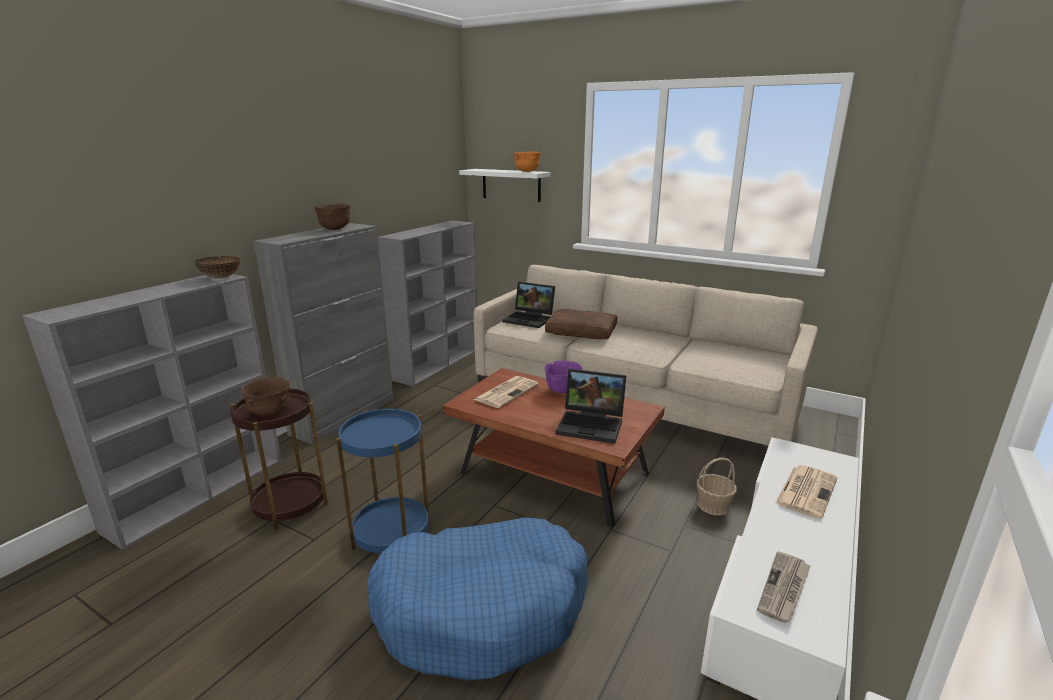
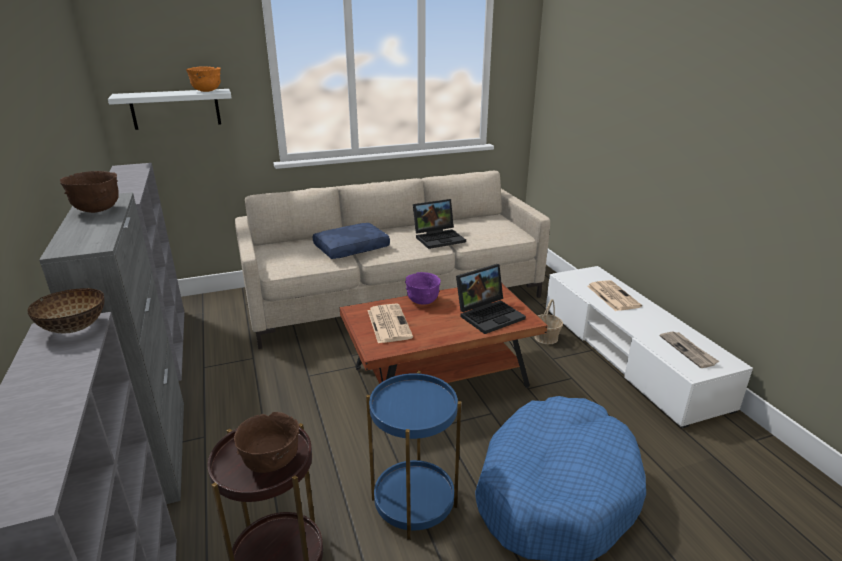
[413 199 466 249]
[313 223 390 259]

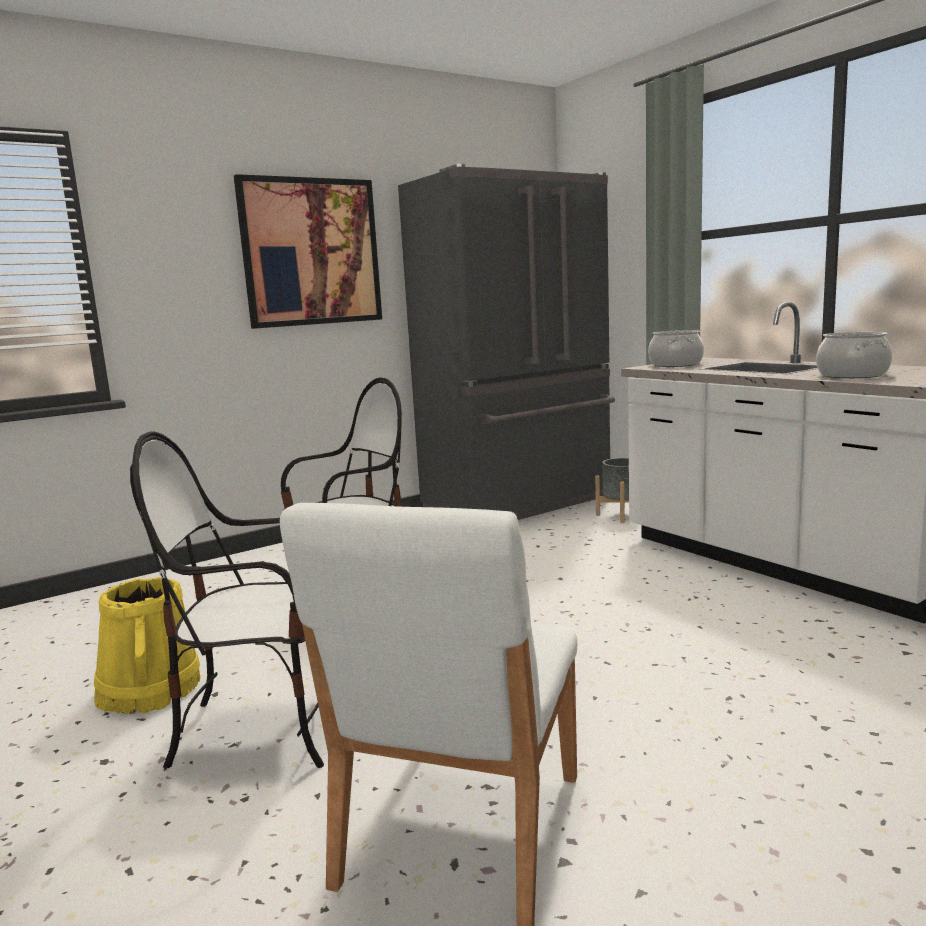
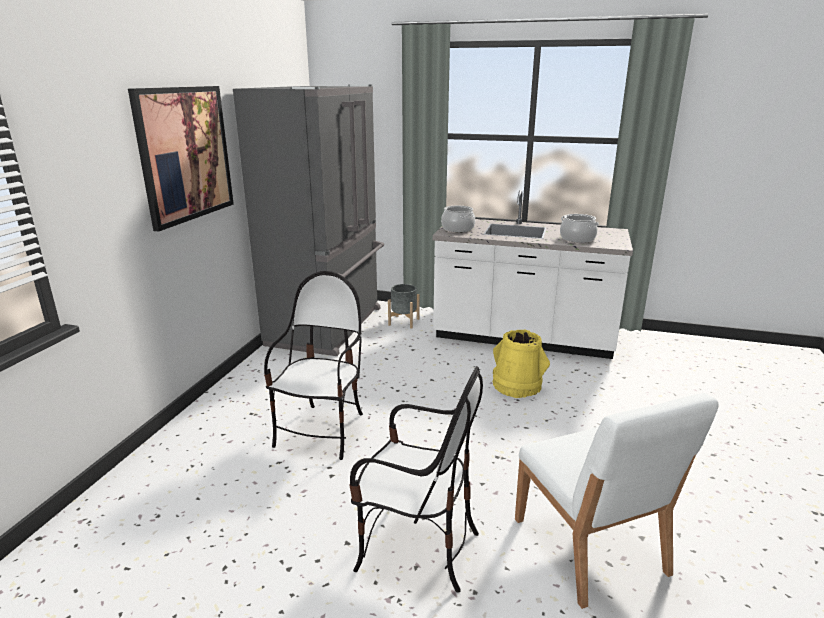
[493 330 550 398]
[349 366 483 593]

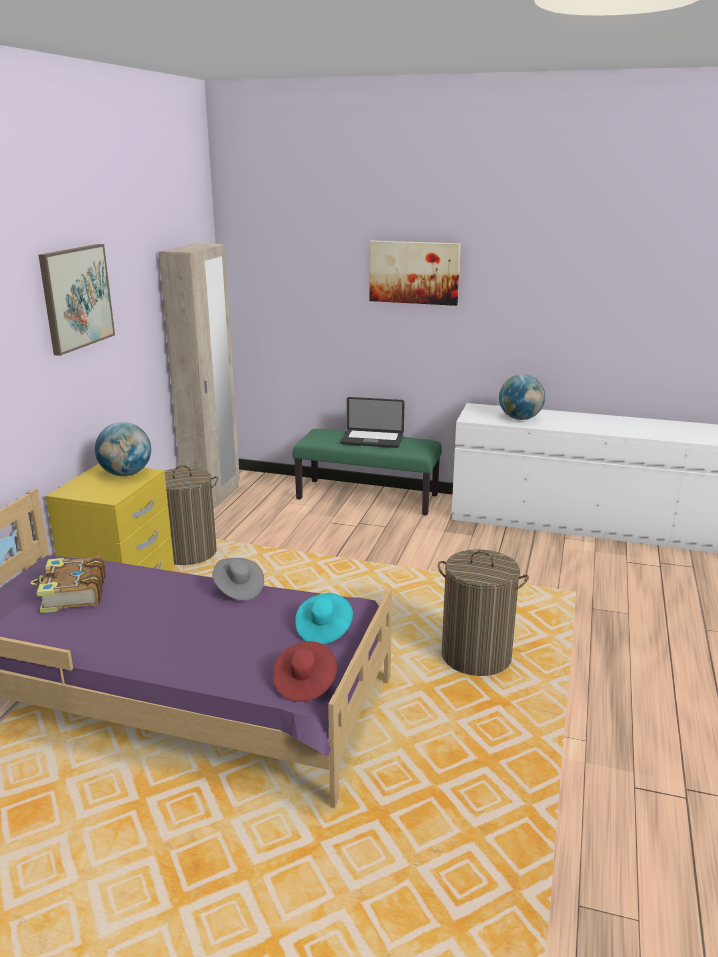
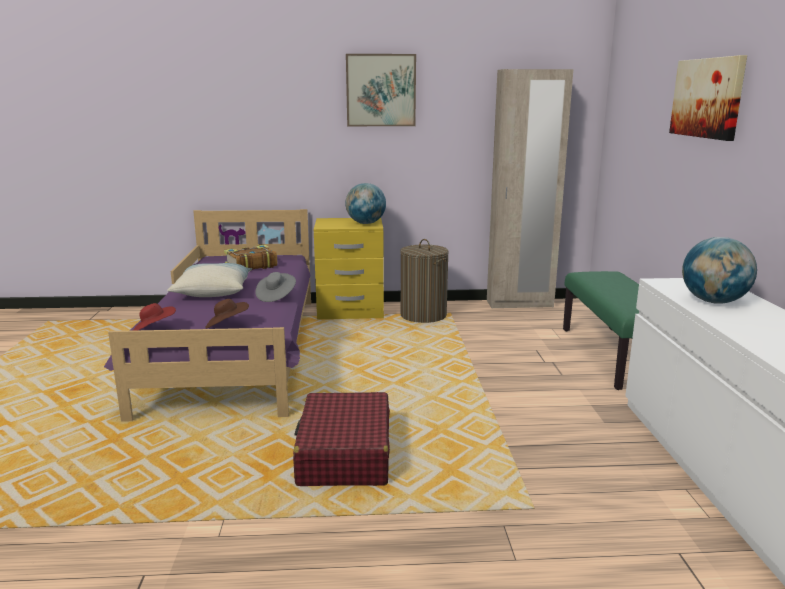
[205 299 249 329]
[341 397 405 448] (first image)
[293 392 390 486]
[167 263 252 297]

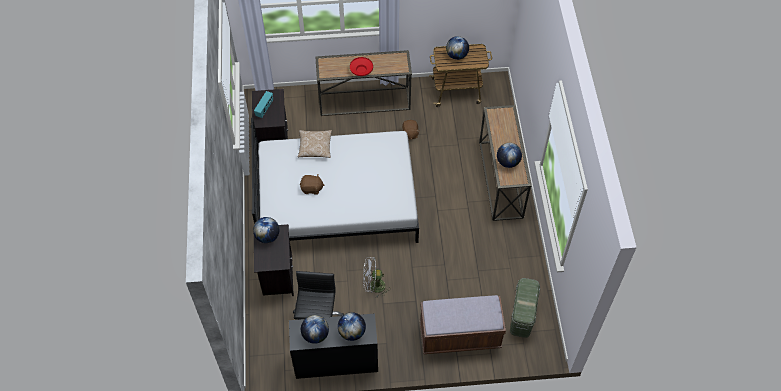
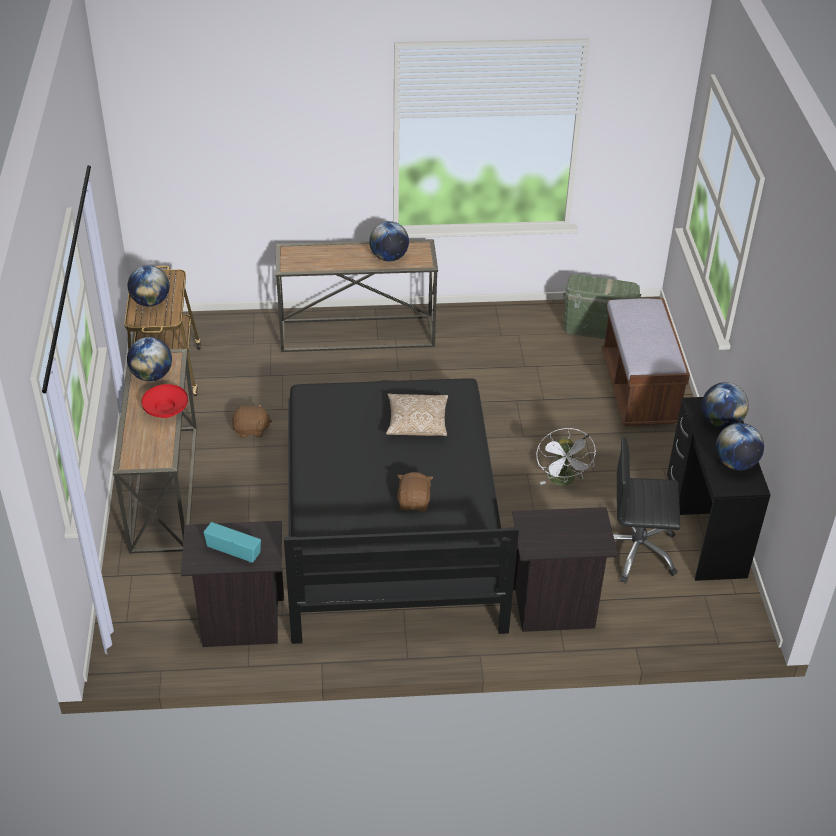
[284 379 519 644]
[127 337 172 381]
[386 393 448 436]

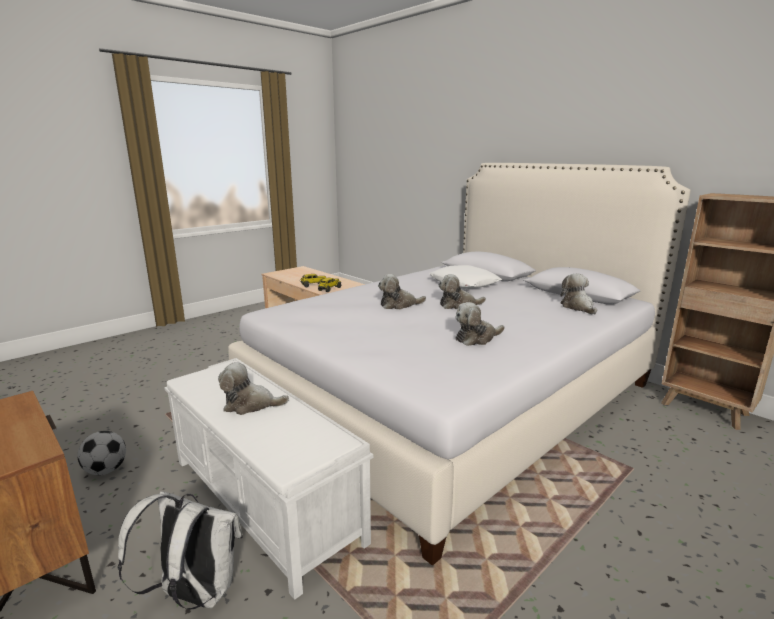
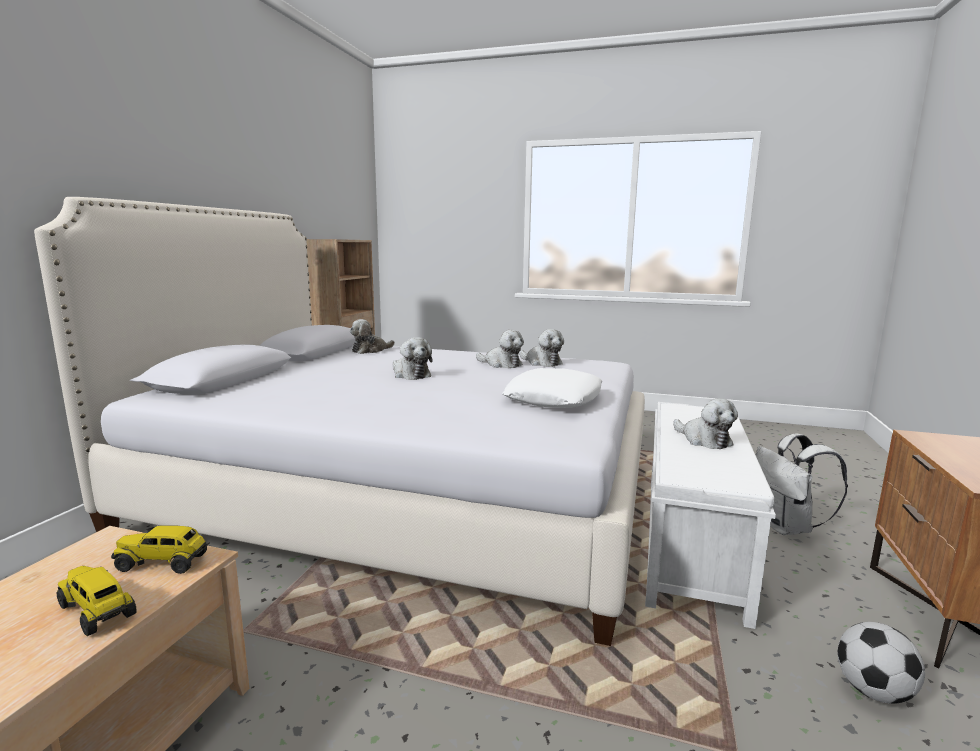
[520 329 564 367]
[502 368 602 408]

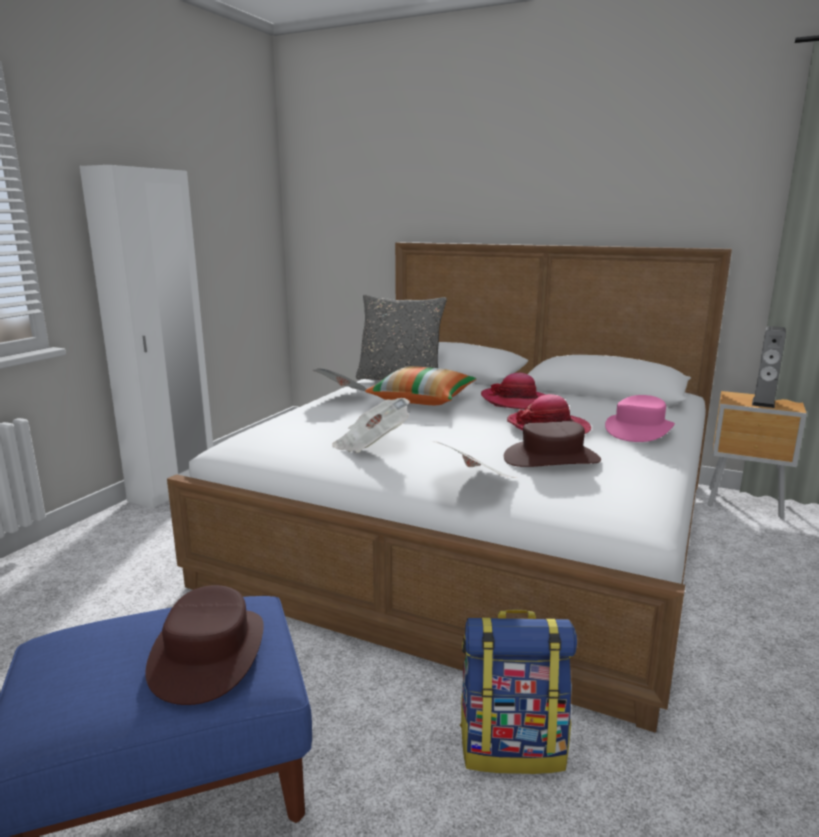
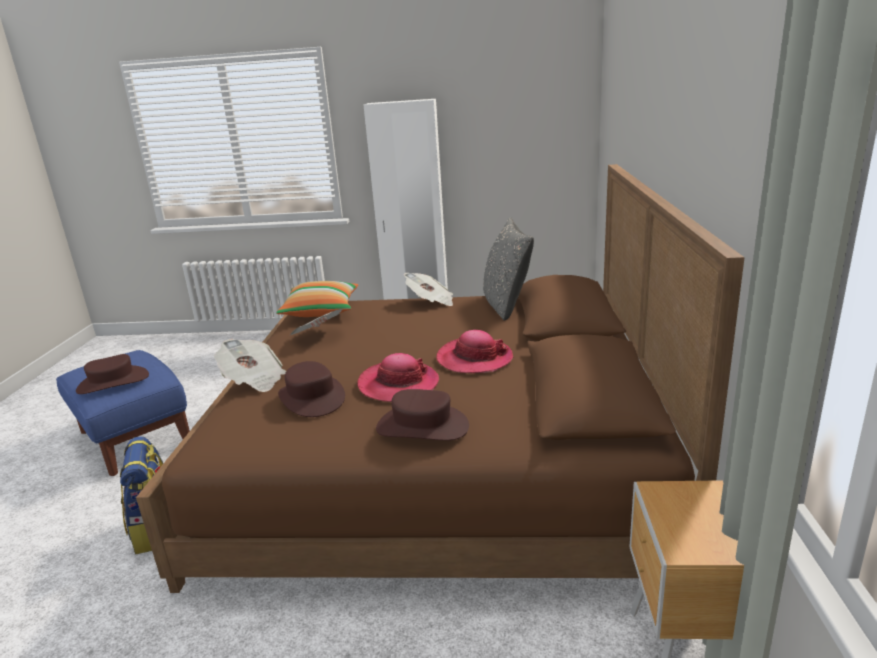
[136 164 745 593]
[276 281 358 317]
[376 389 469 441]
[752 326 786 408] (first image)

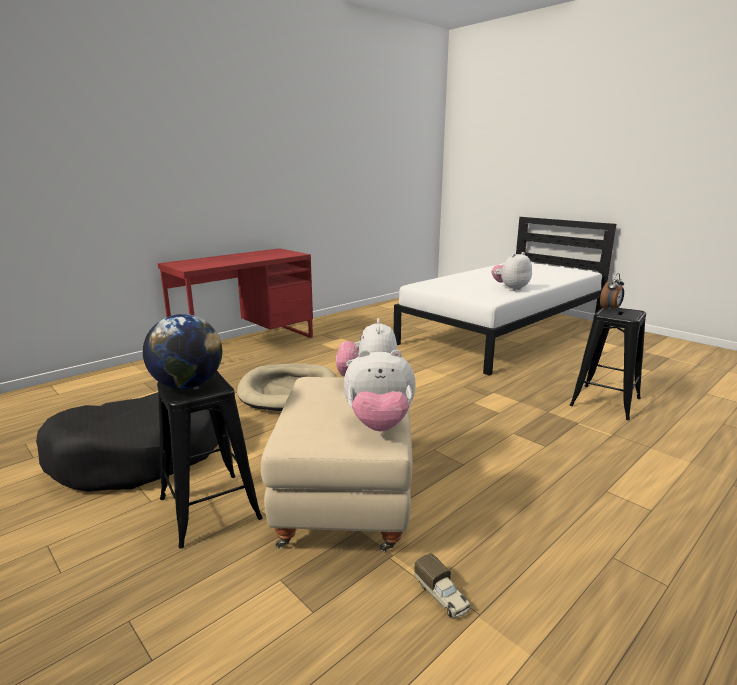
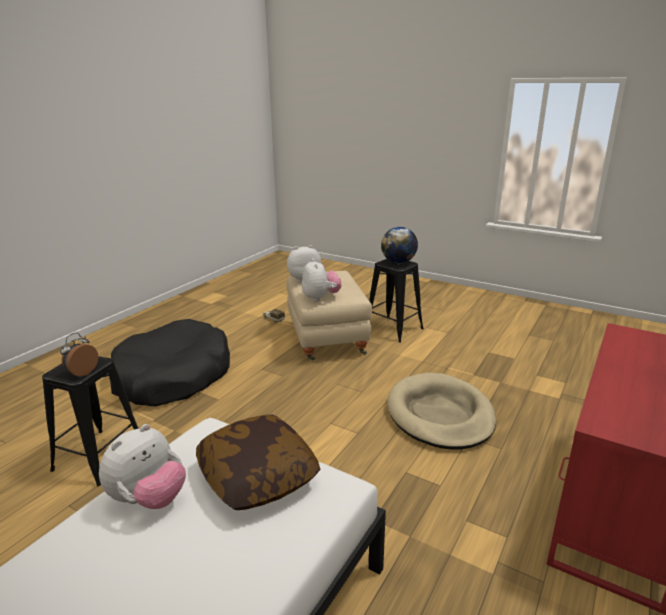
[109 319 230 406]
[196 415 320 510]

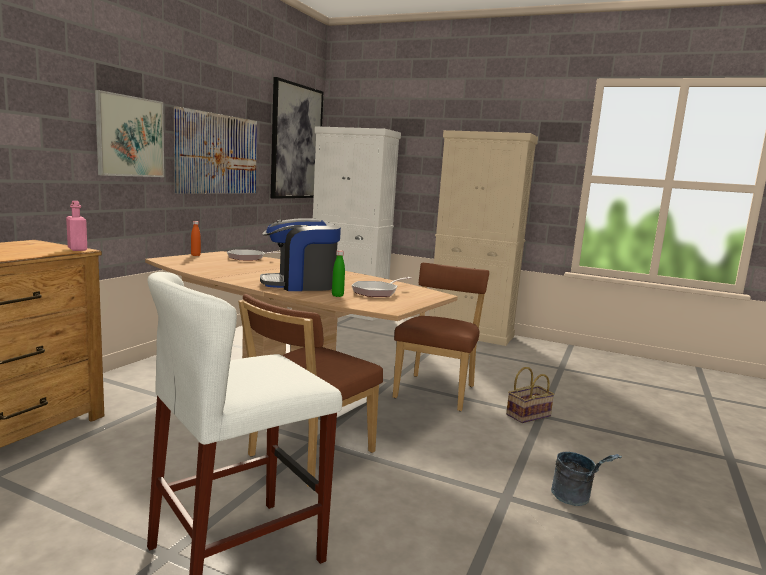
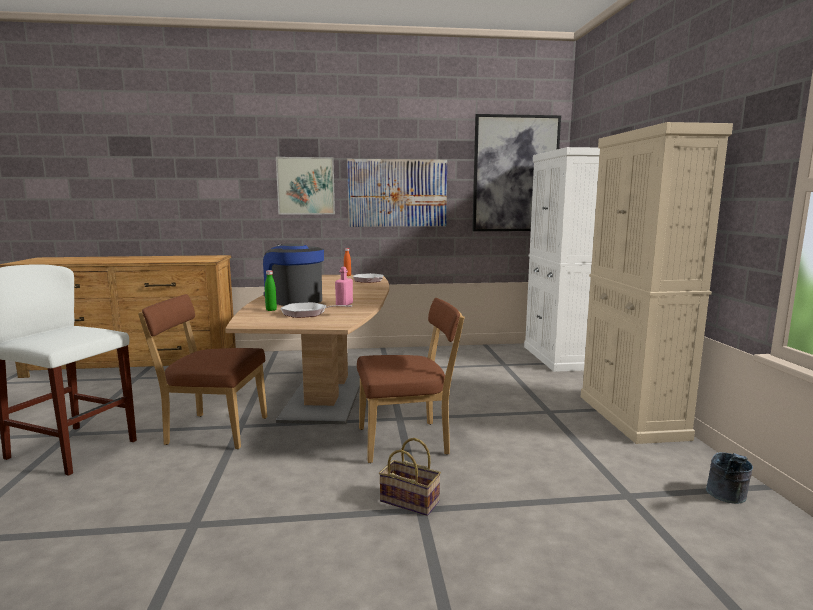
[335 267 353 305]
[706 452 753 504]

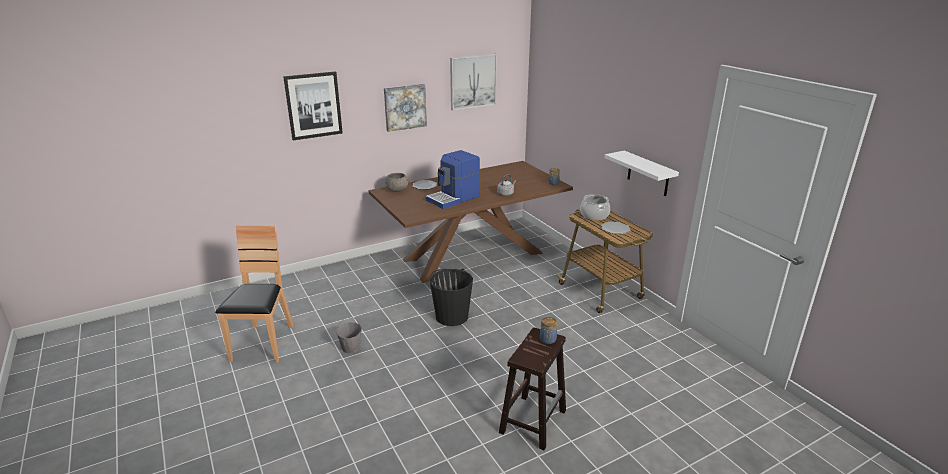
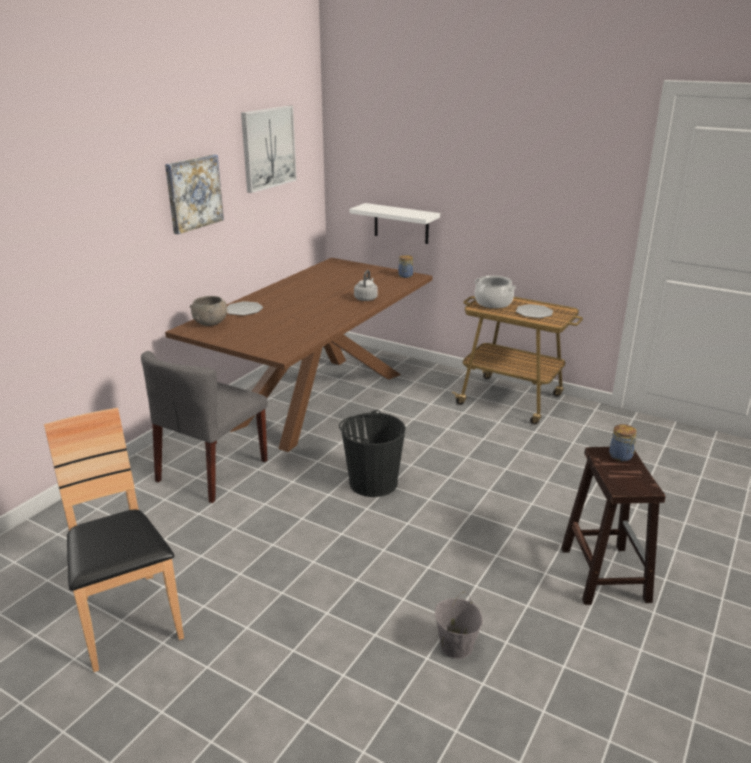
[283 71 343 140] (first image)
[435 592 483 659]
[426 150 480 209] (first image)
[350 203 440 244]
[141 351 268 503]

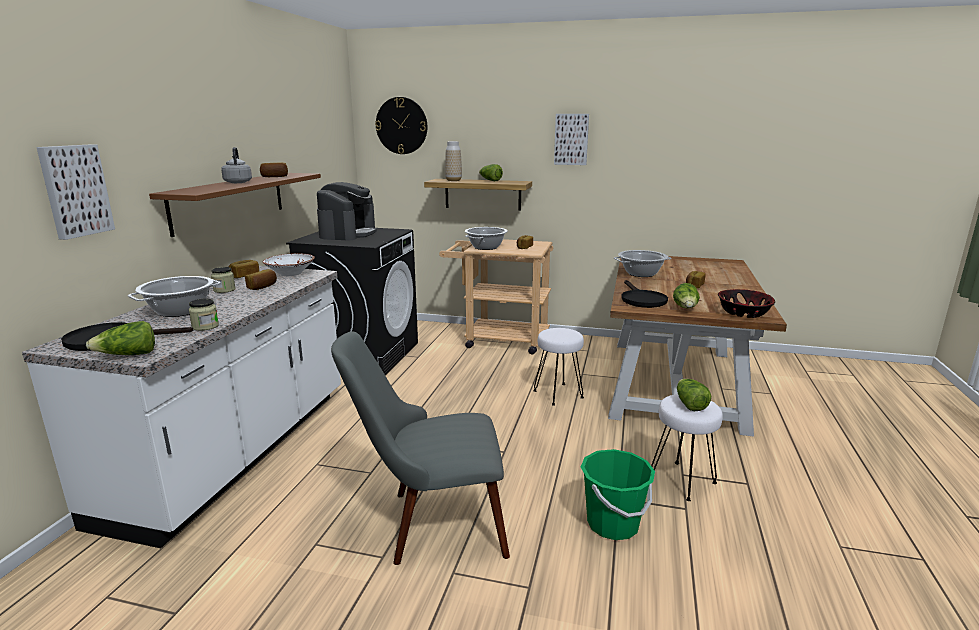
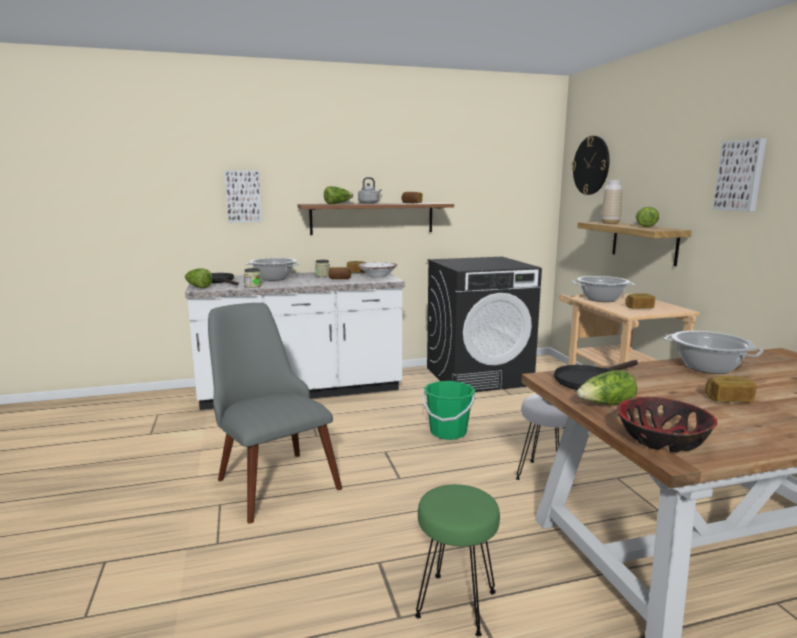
[317 182 377 241] (first image)
[423 381 475 440]
[415 484 500 636]
[324 186 353 204]

